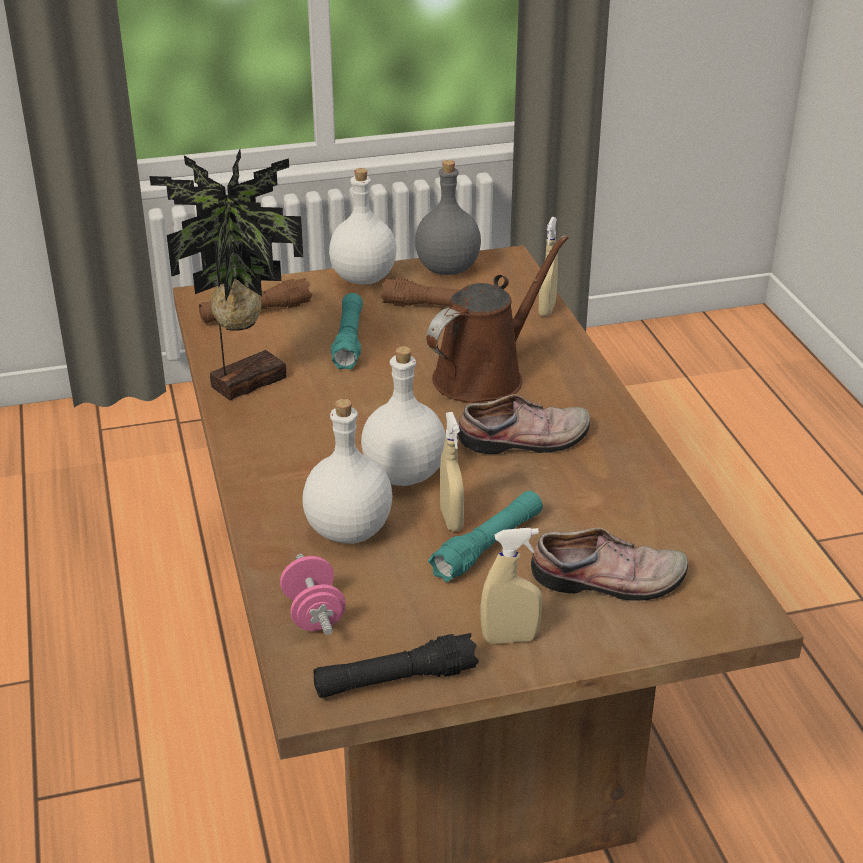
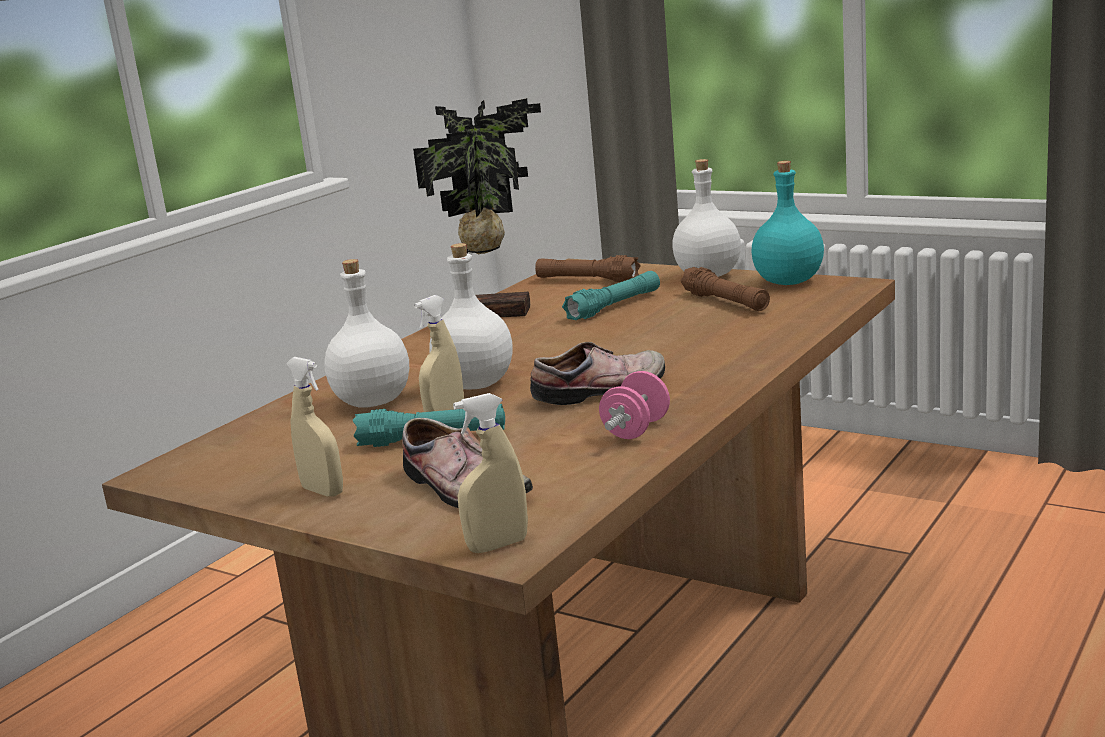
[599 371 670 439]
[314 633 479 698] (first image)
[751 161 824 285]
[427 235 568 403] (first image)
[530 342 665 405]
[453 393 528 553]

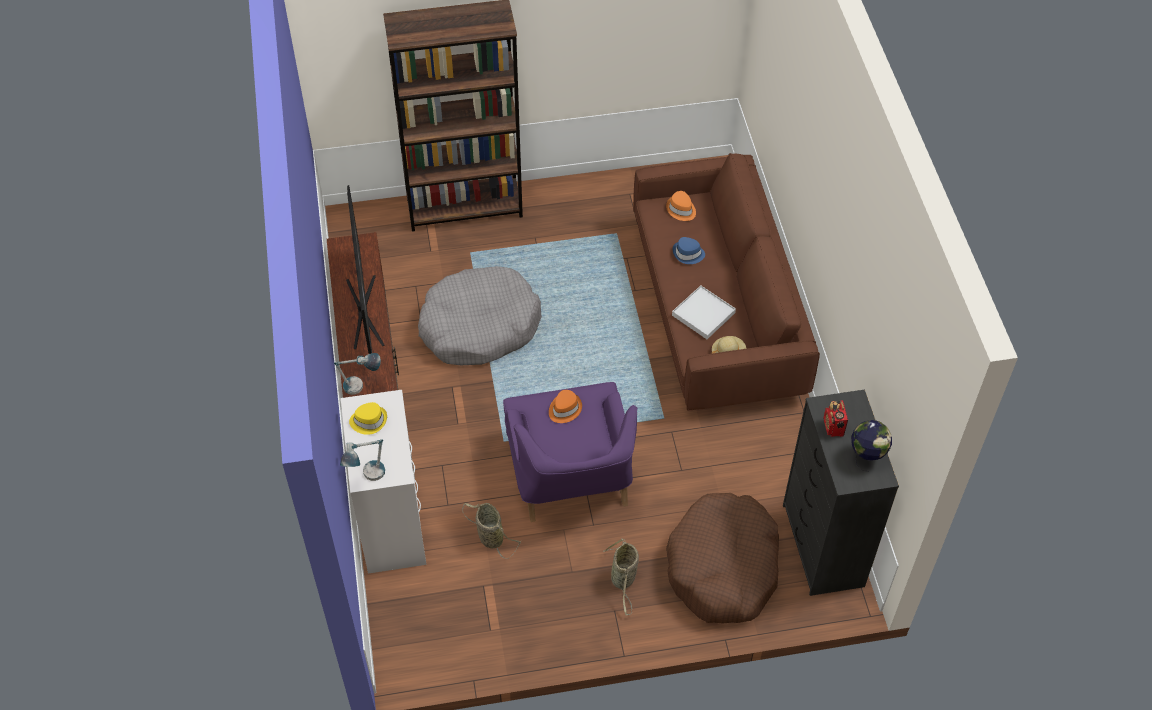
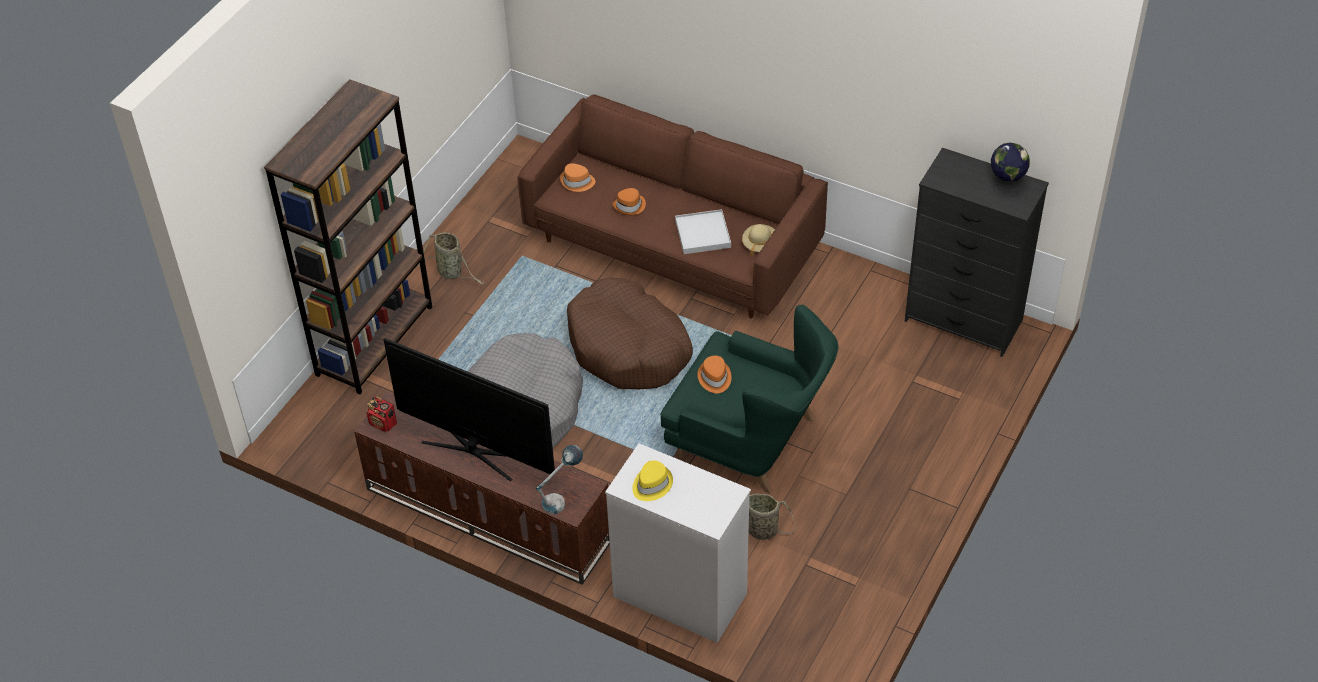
[340 439 385 481] (first image)
[660 305 838 494]
[418 232 484 284]
[567 277 693 389]
[613 188 646 215]
[367 395 397 432]

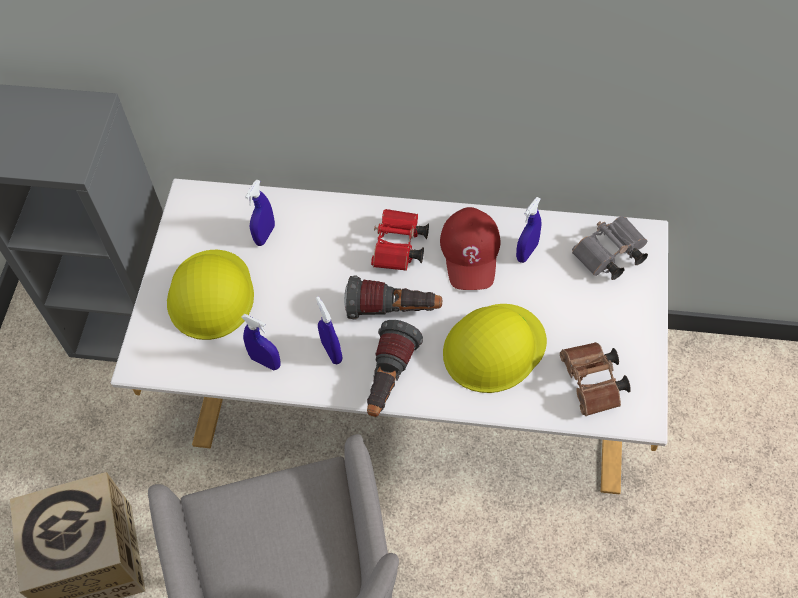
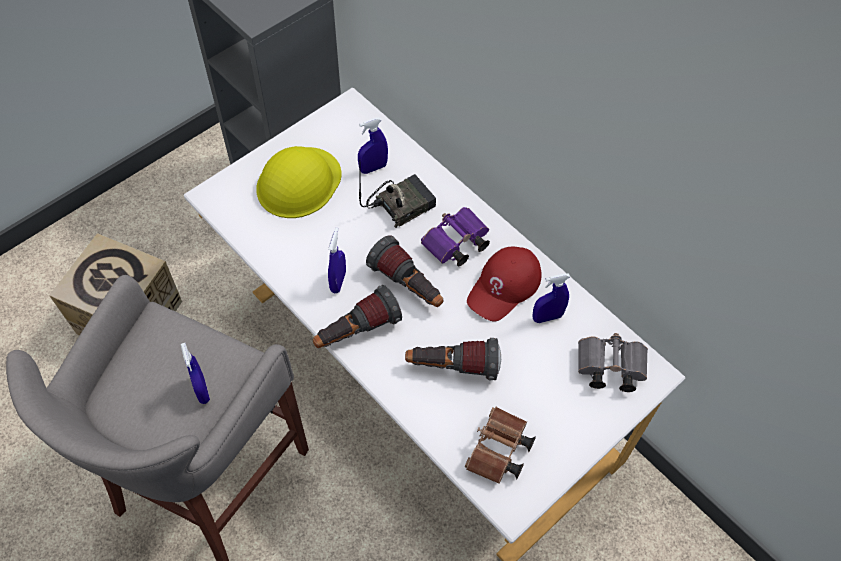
[181 343 210 404]
[421 207 490 266]
[405 338 501 380]
[359 162 436 228]

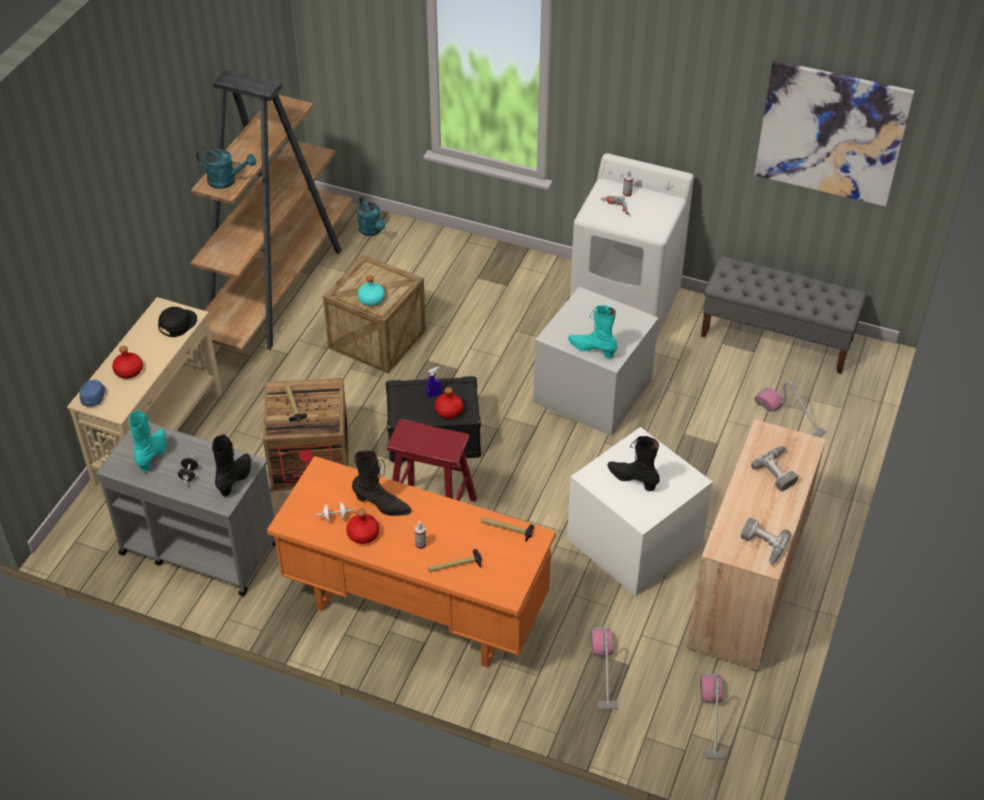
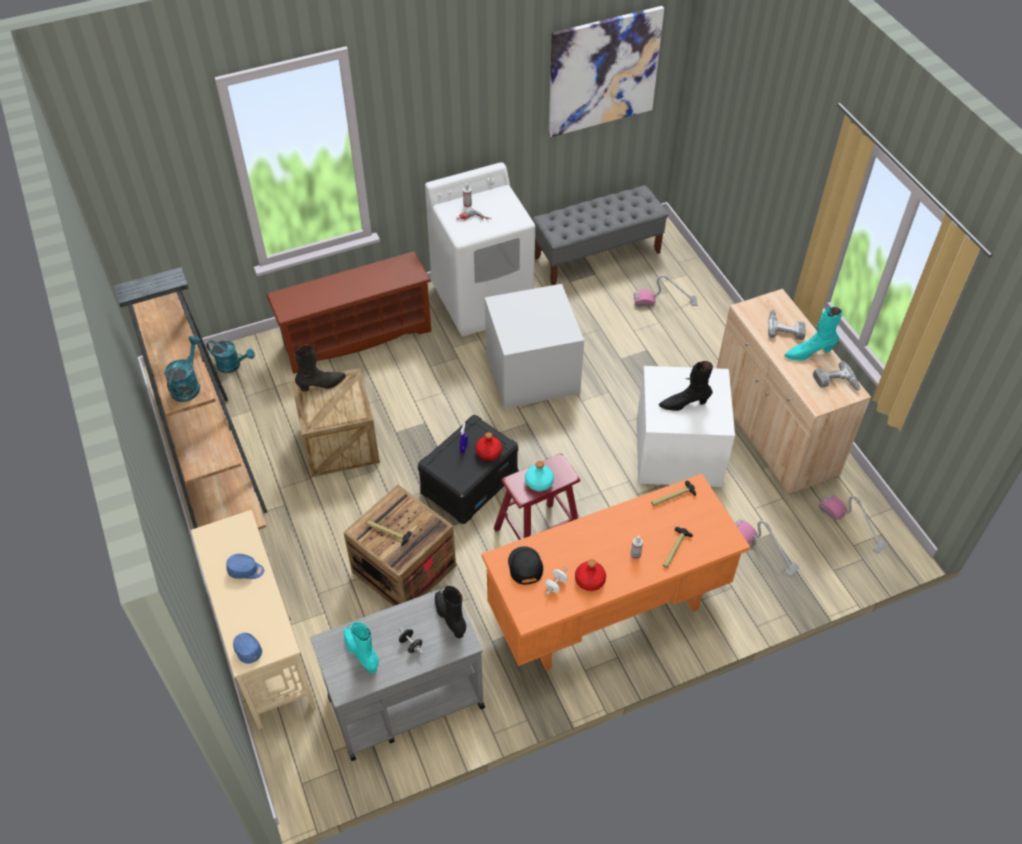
[112 346 143 379] (first image)
[508 546 543 585]
[164 336 201 402]
[294 345 346 392]
[525 461 554 491]
[784 307 843 360]
[226 554 264 579]
[266 252 431 374]

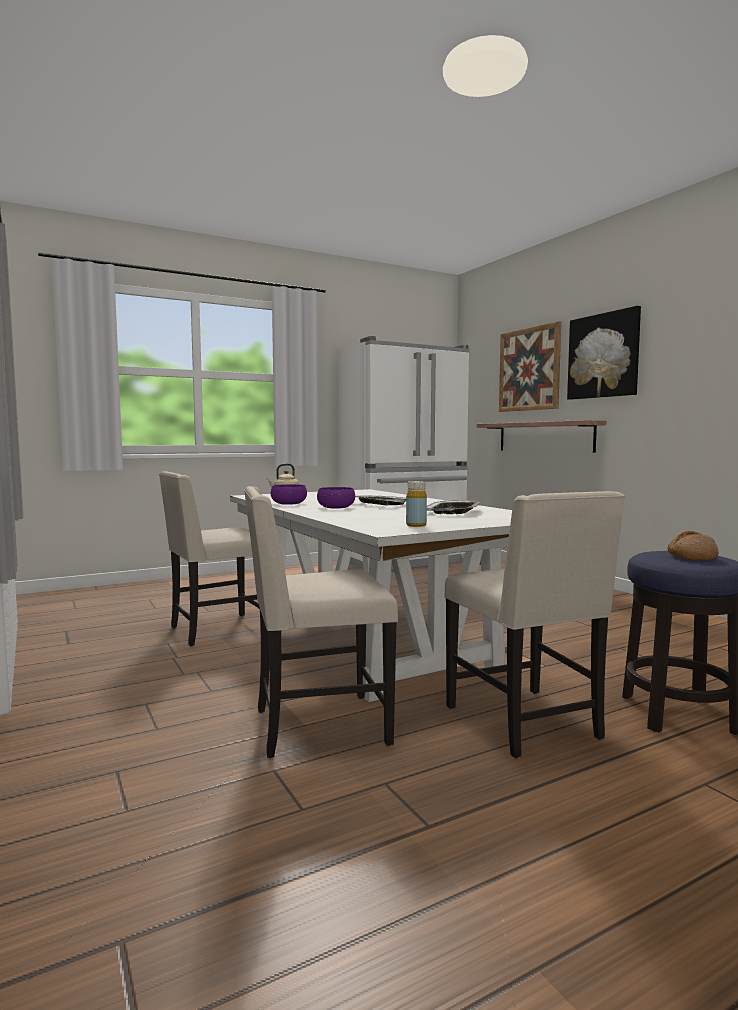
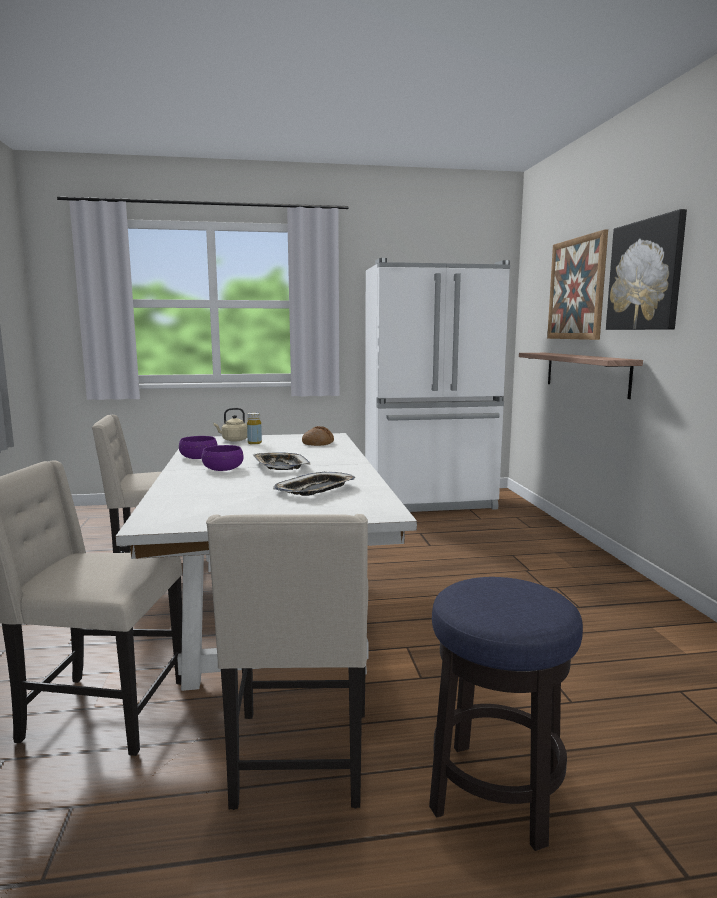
[247 412 262 444]
[302 426 334 446]

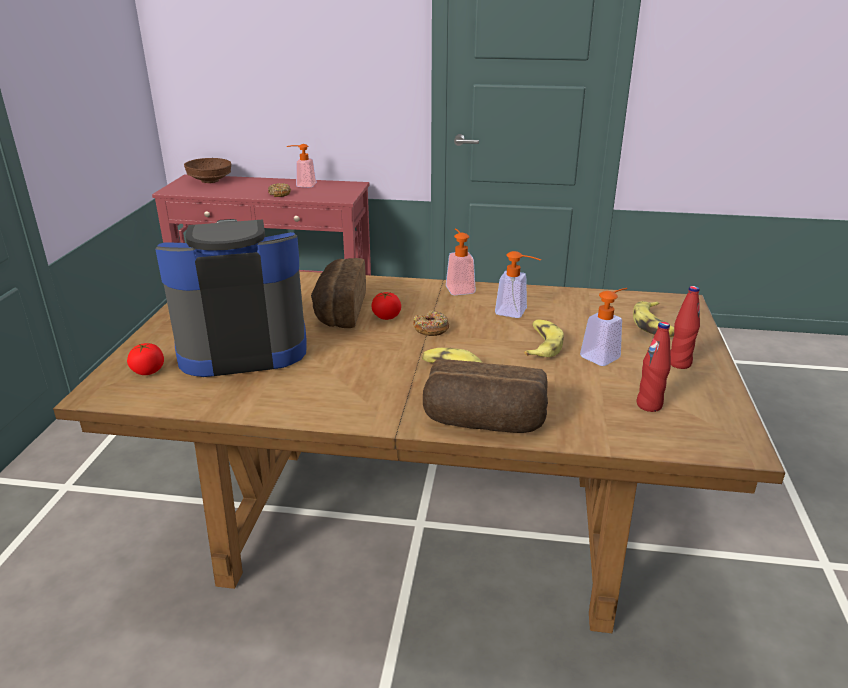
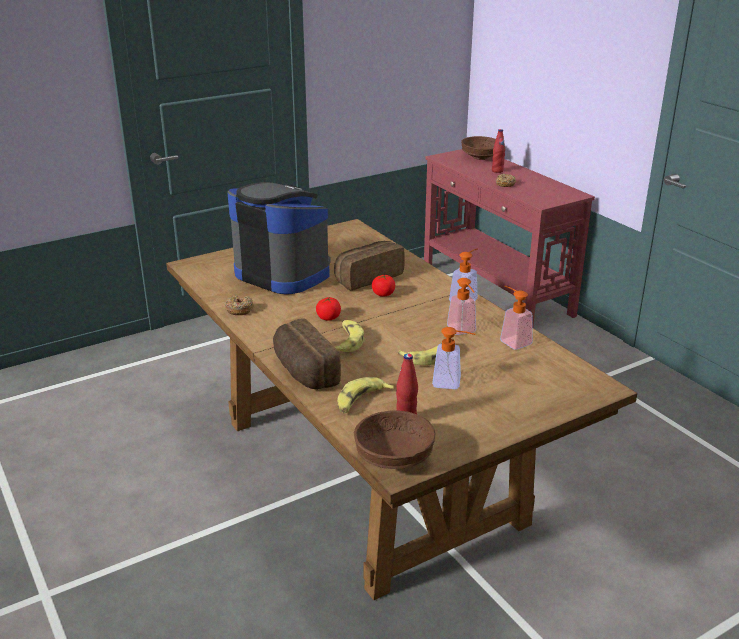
[316 297 341 321]
[500 286 533 350]
[225 295 254 315]
[337 377 394 413]
[492 129 505 173]
[354 410 436 469]

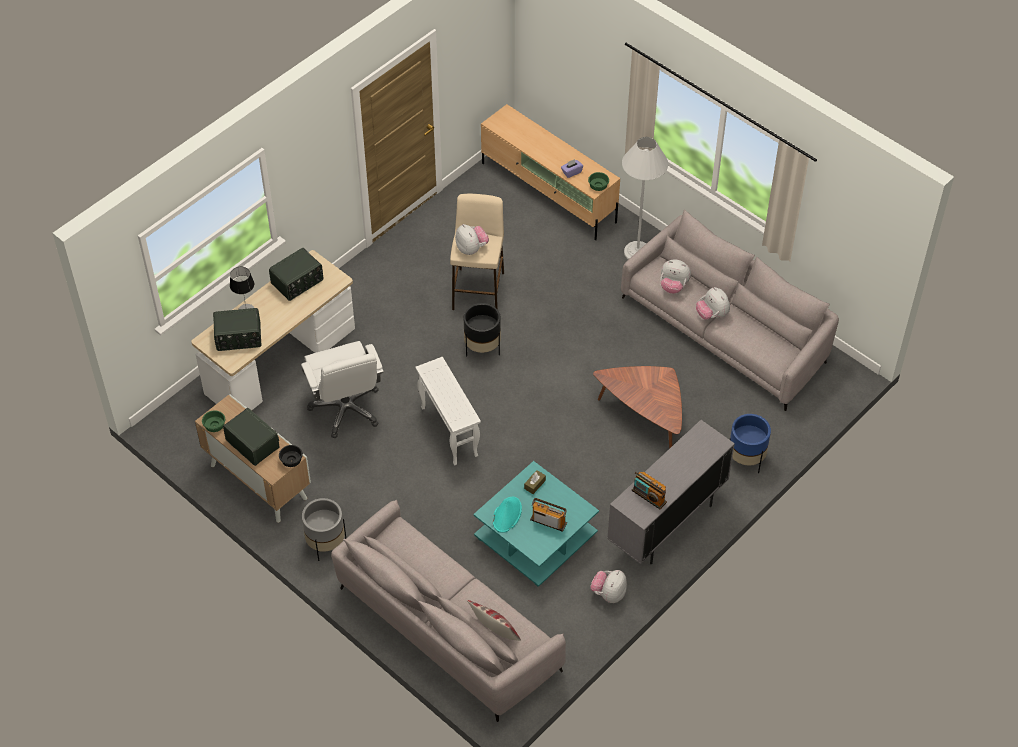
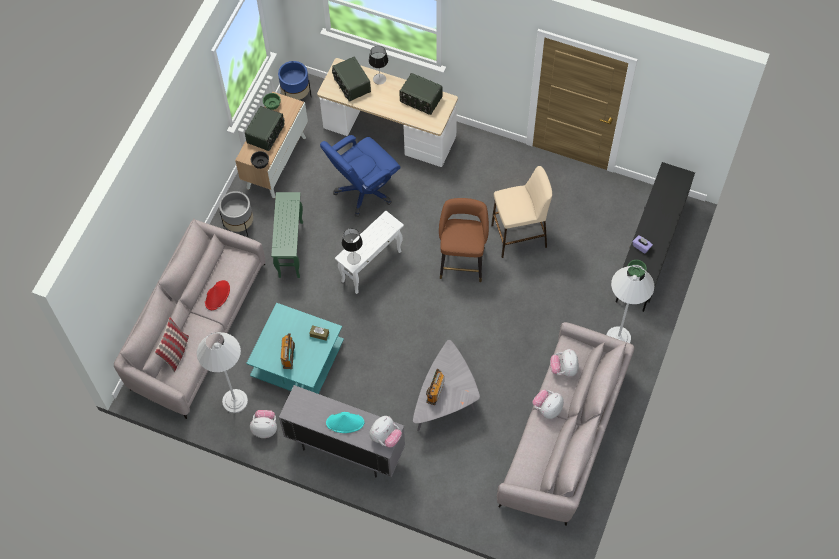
[320 135 401 217]
[369 416 402 448]
[439 198 489 282]
[616 162 695 312]
[326 412 364 433]
[413 340 480 431]
[426 369 444 405]
[278 61 311 100]
[197 332 248 413]
[205 280 230 310]
[271 192 303 278]
[342 228 363 265]

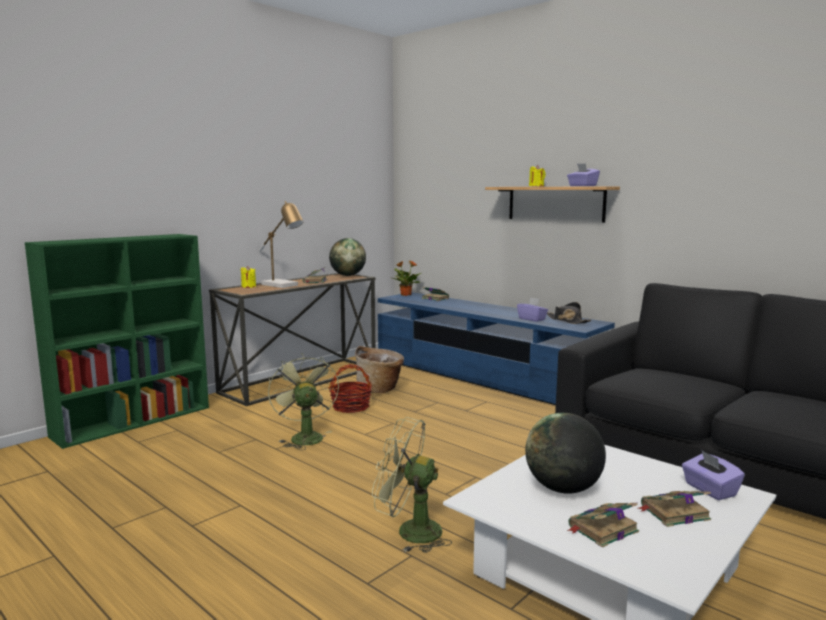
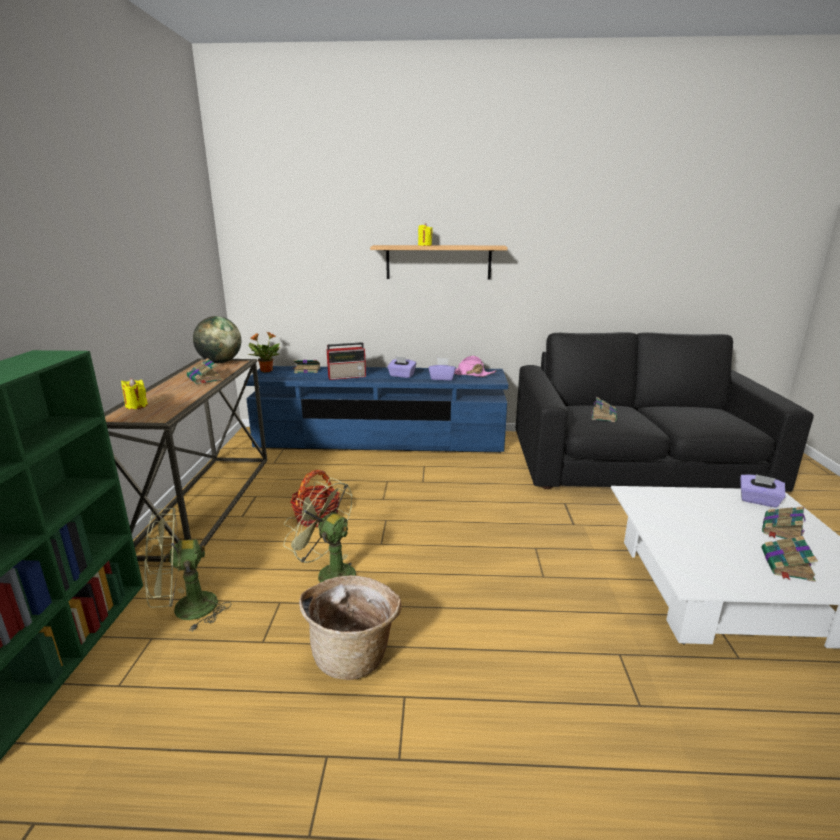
[259 201 303 288] (first image)
[299 575 402 680]
[144 507 231 631]
[525 413 606 494] (first image)
[454 356 496 377]
[387 357 416 378]
[326 342 366 380]
[591 397 617 422]

